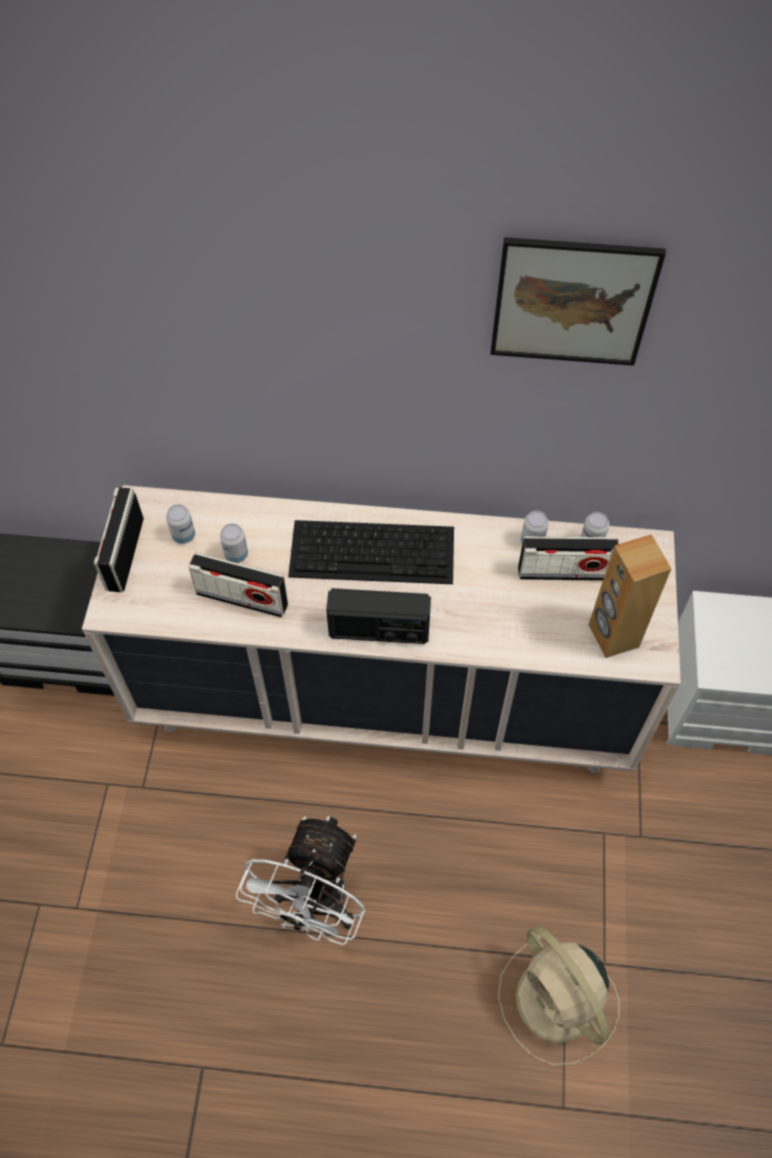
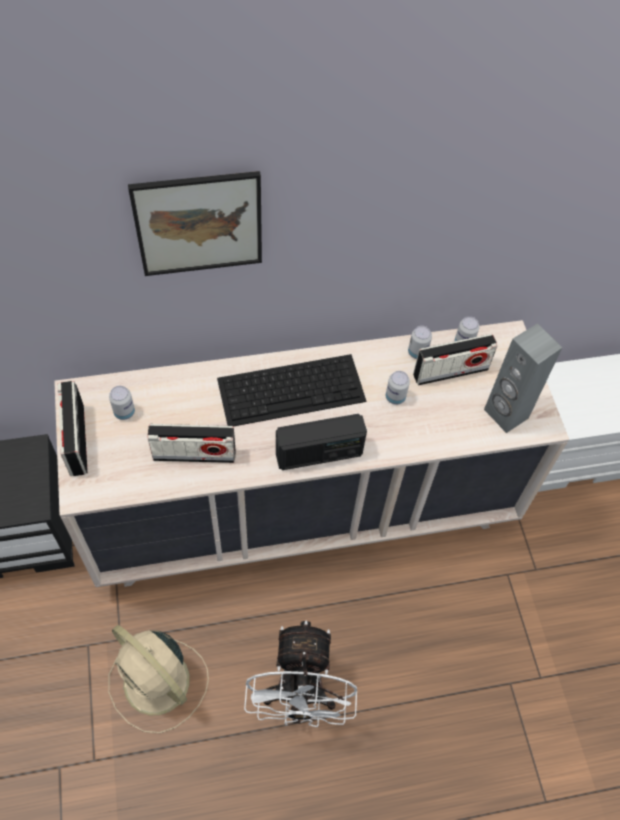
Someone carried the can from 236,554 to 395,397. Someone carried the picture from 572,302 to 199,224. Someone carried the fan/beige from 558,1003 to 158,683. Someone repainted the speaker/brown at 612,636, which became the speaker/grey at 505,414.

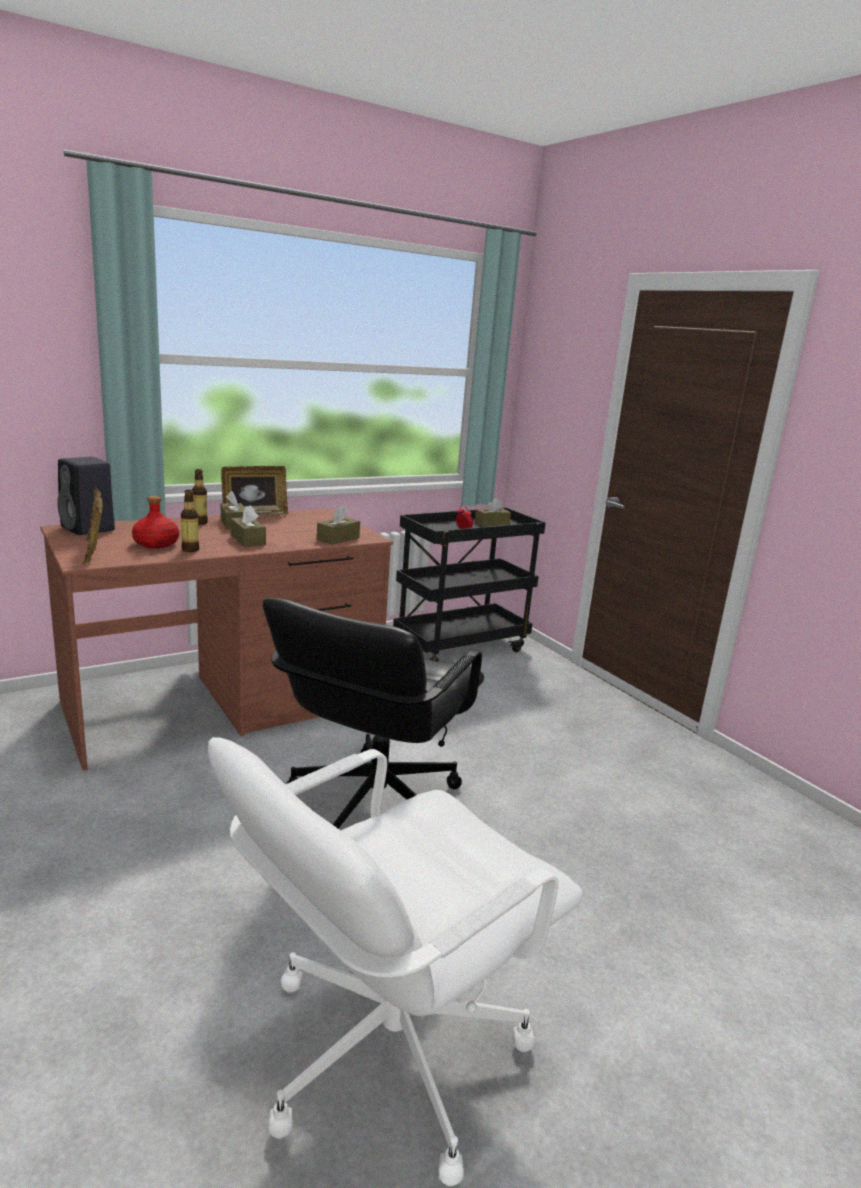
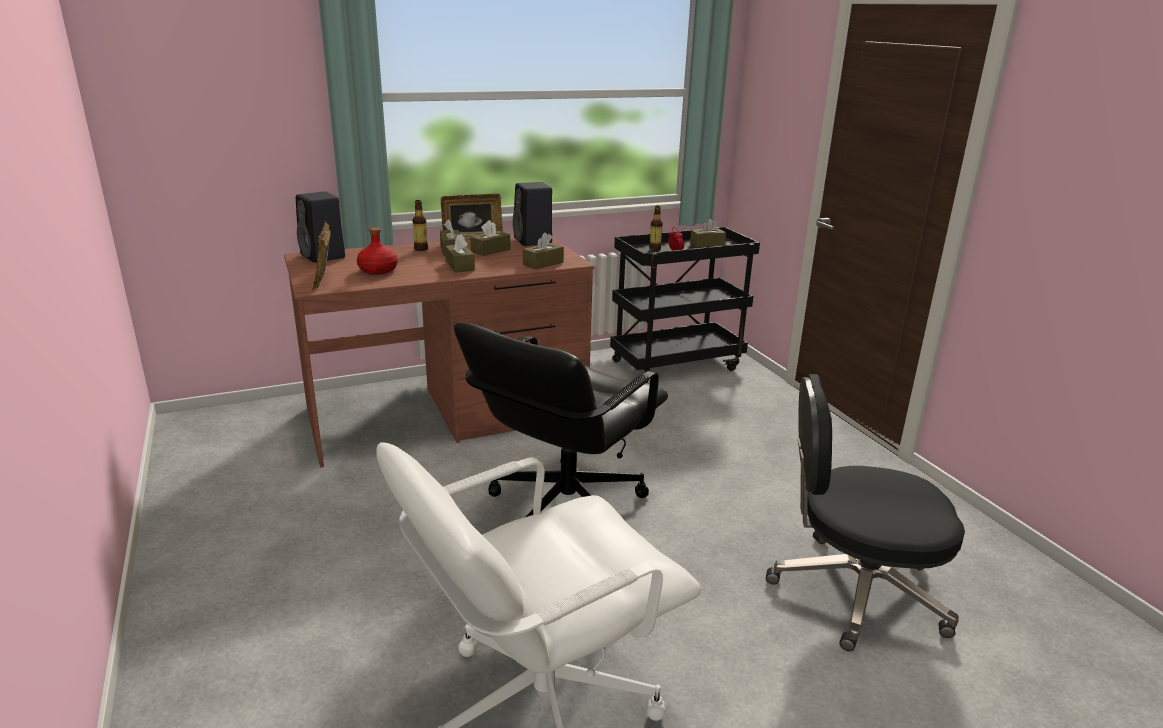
Someone carried the bottle from 190,550 to 655,249. Someone put down the tissue box/brown at 490,250. Someone put down the speaker/black at 533,241. Someone put down the office chair/black at 854,591.

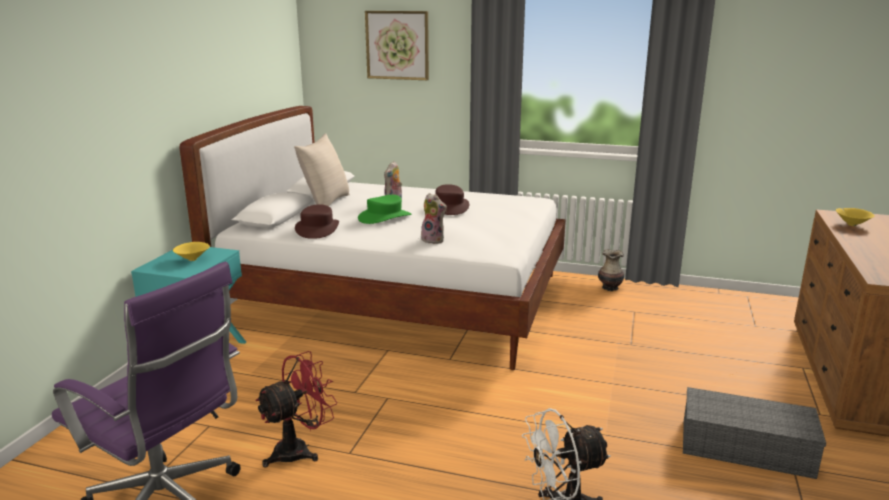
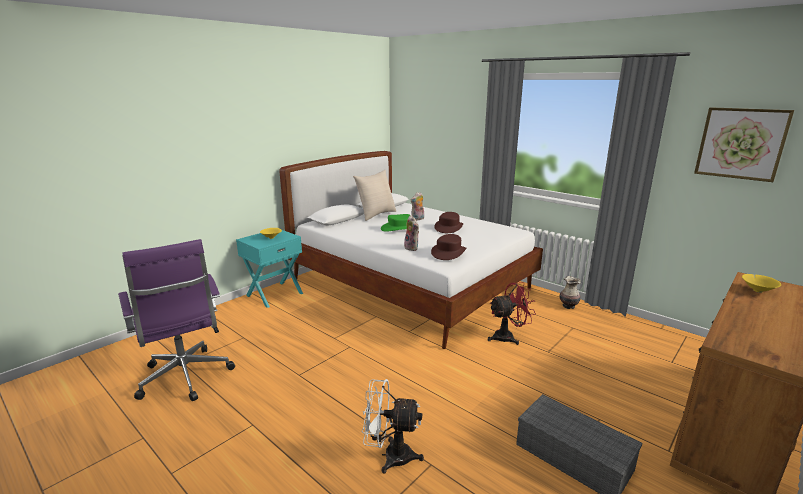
Someone carried the fan/red from 299,450 to 508,337. Someone carried the hat/brown from 317,229 to 448,252. Someone carried the picture from 397,45 to 741,143.

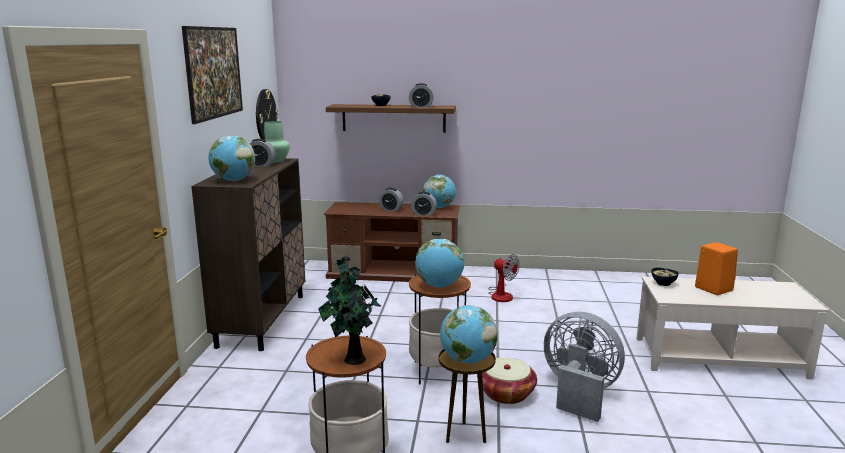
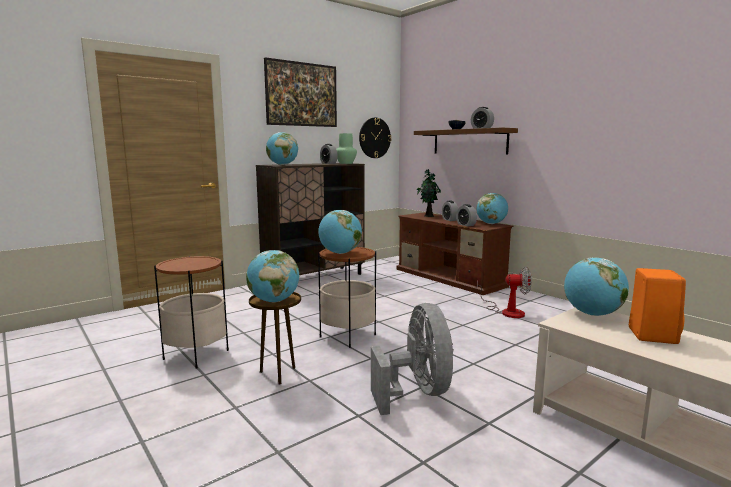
Someone carried the potted plant from 352,359 to 428,216. Someone took away the basket at 506,393. Someone rotated the fan at 501,294 by 75 degrees counterclockwise. Someone swapped the bowl at 663,283 for the globe at 592,314.

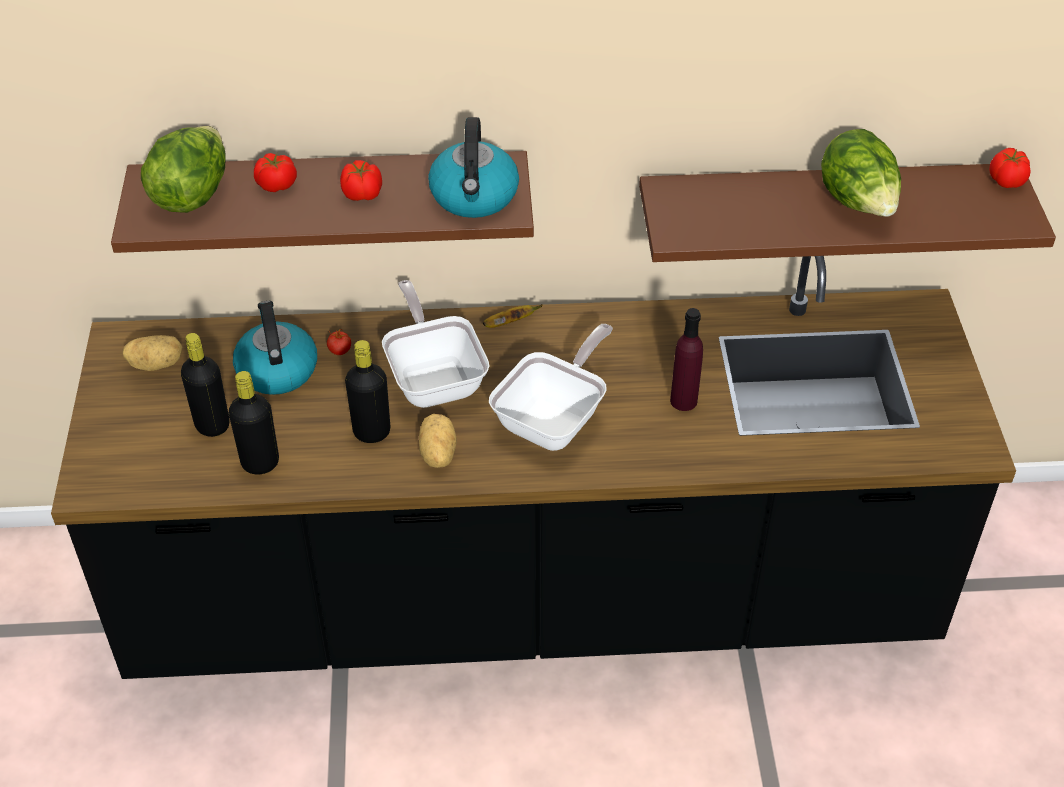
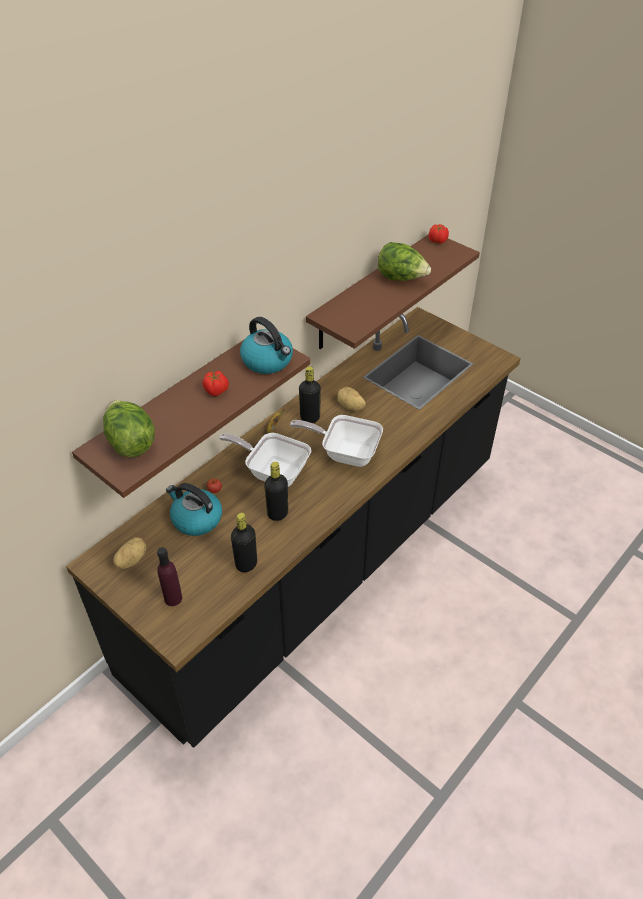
Someone carried the bottle/black from 212,425 to 310,418. Someone took away the tomato at 277,186. Someone carried the potato from 436,454 to 350,407. Someone rotated the frying pan at 555,419 by 60 degrees counterclockwise. Someone carried the bottle/purple from 683,401 to 173,598.

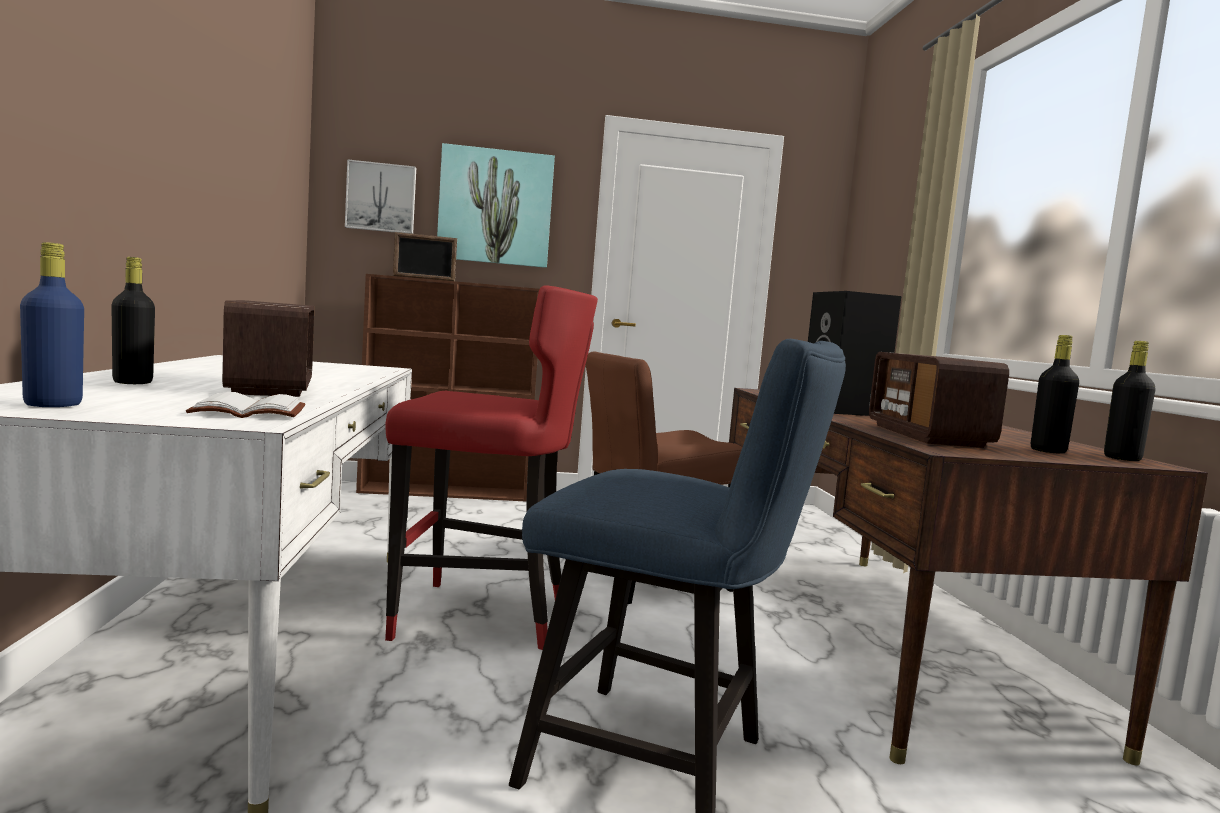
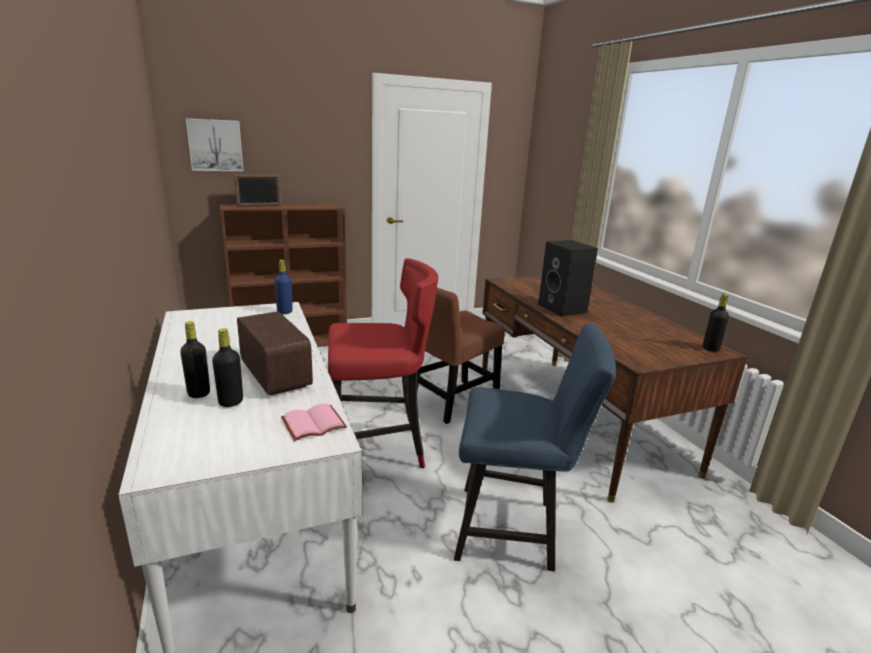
Someone carried the bottle/blue from 53,405 to 285,312. Someone repainted the book/white at 247,412, which became the book/pink at 313,425. Someone took away the picture at 495,207. Someone took away the radio at 927,435. Someone carried the bottle/black from 1048,451 to 231,402.

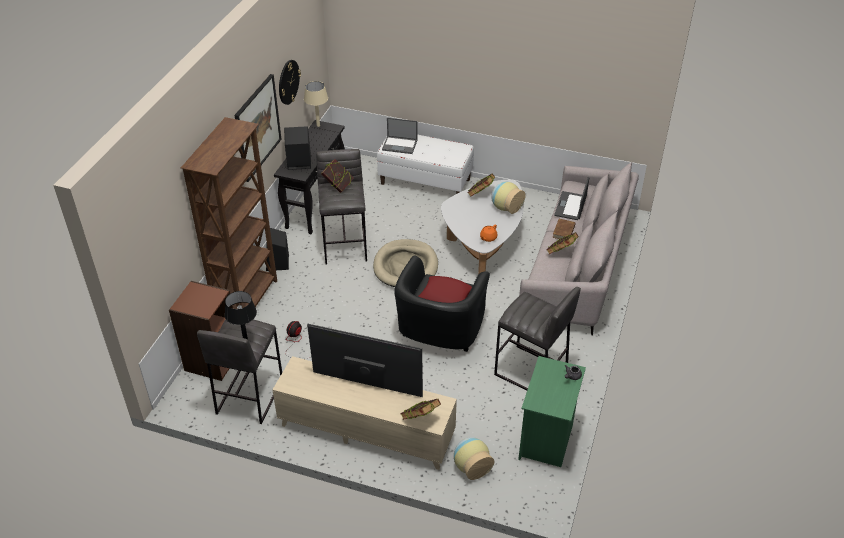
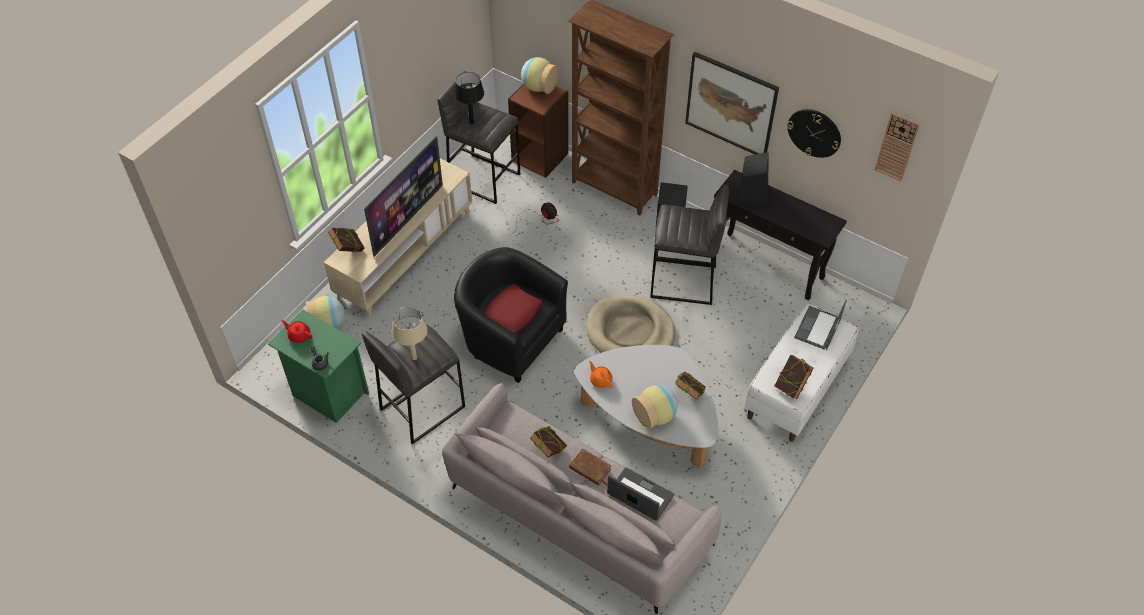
Someone carried the table lamp/beige from 318,125 to 414,358. Someone carried the book from 338,186 to 791,386. Someone put down the teapot/red at 299,335. Someone put down the vase at 538,87. Someone put up the wall clock at 897,146.

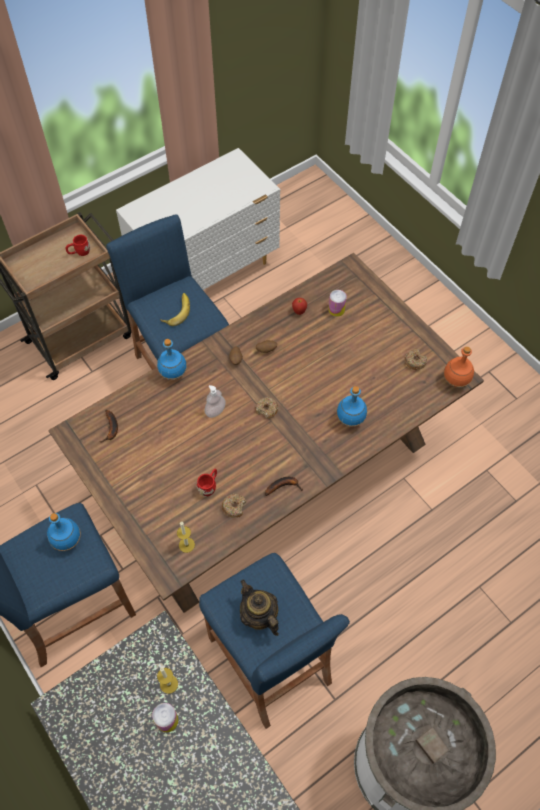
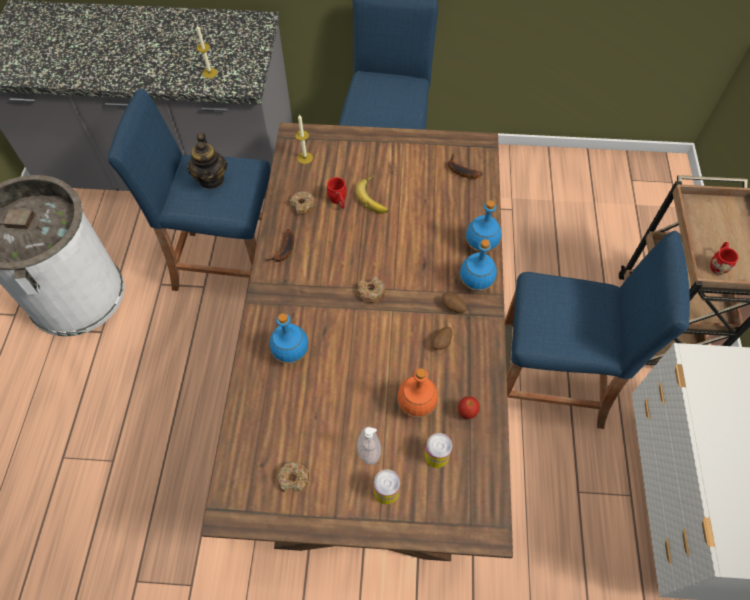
Someone carried the bottle/blue from 67,540 to 476,284. Someone carried the can from 167,720 to 386,491. Someone carried the banana from 176,311 to 375,197. Someone carried the soap dispenser from 215,411 to 369,451. Someone rotated the teapot at 259,616 by 75 degrees clockwise. Someone carried the bottle/orange from 456,381 to 416,406.

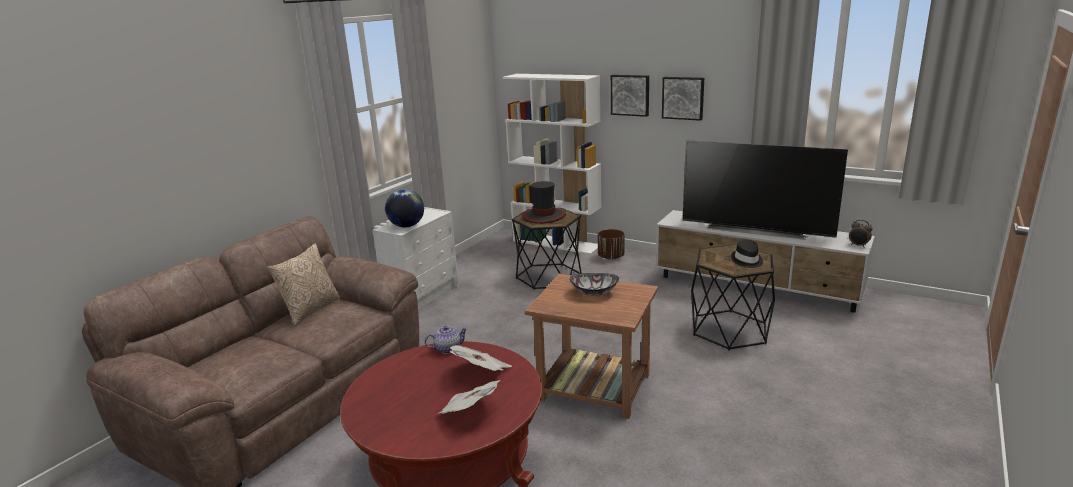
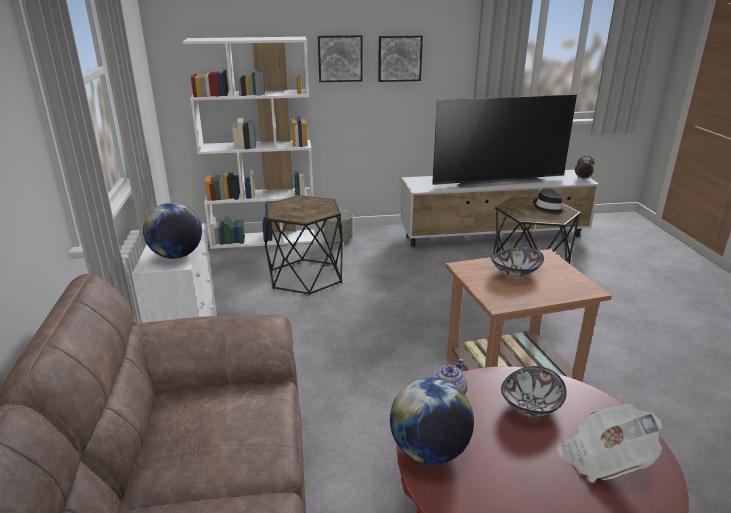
Someone took away the pillow at 310,310. Someone swapped the newspaper at 482,372 for the bowl at 530,405. Someone took away the hat at 544,216. Someone repainted the planter/brown at 611,257, which became the planter/grey at 338,240. Someone put down the globe at 429,451.

